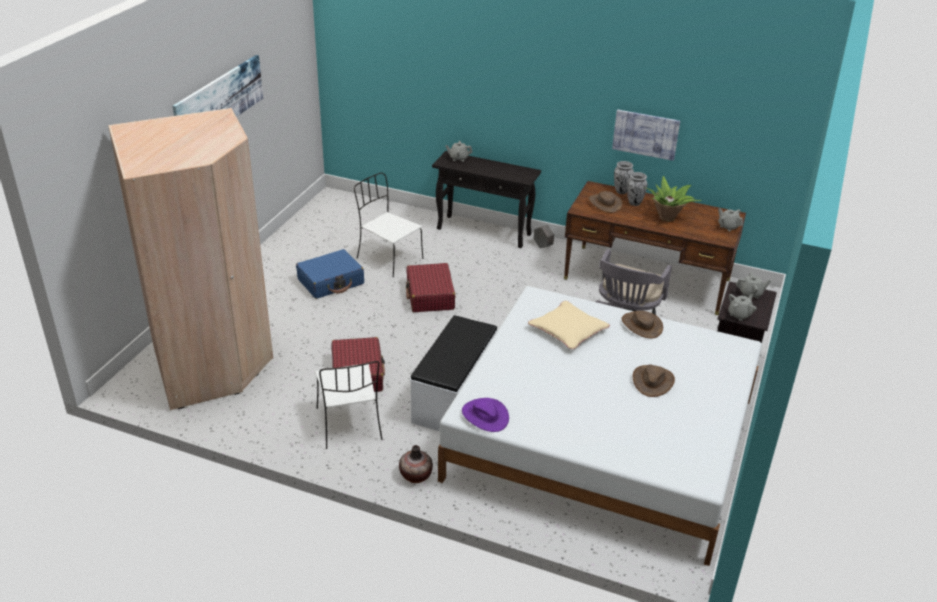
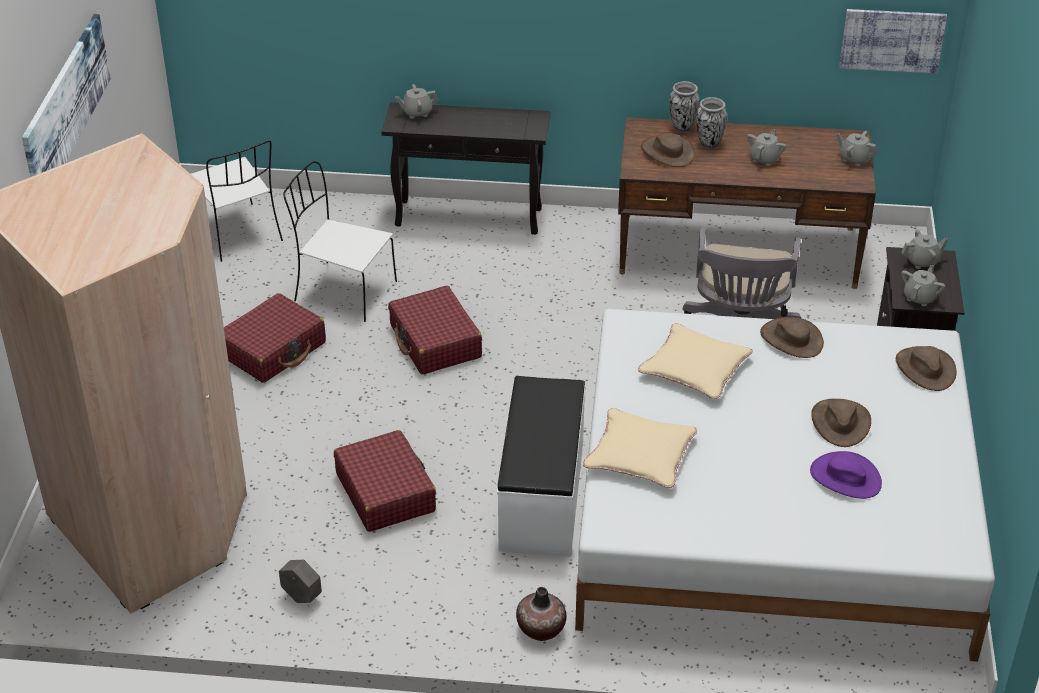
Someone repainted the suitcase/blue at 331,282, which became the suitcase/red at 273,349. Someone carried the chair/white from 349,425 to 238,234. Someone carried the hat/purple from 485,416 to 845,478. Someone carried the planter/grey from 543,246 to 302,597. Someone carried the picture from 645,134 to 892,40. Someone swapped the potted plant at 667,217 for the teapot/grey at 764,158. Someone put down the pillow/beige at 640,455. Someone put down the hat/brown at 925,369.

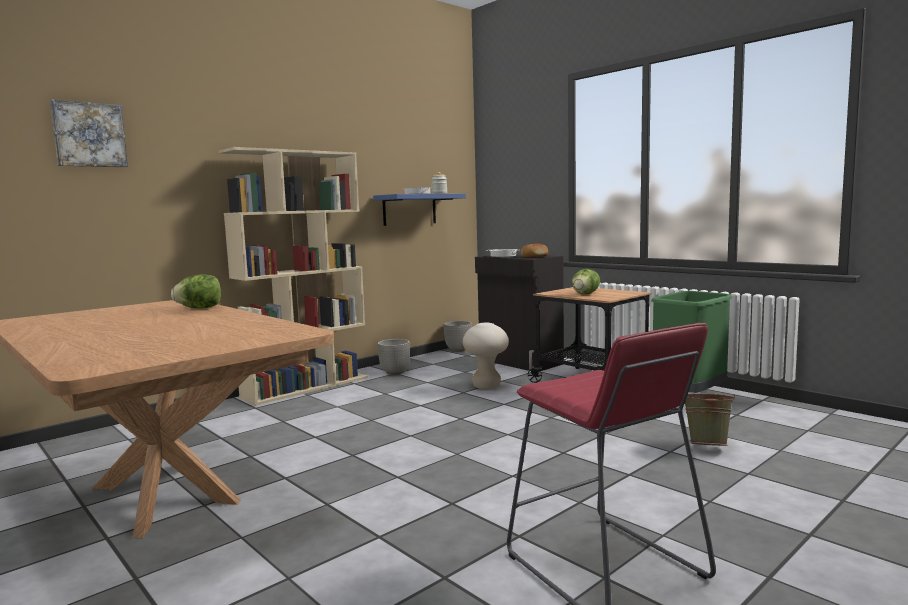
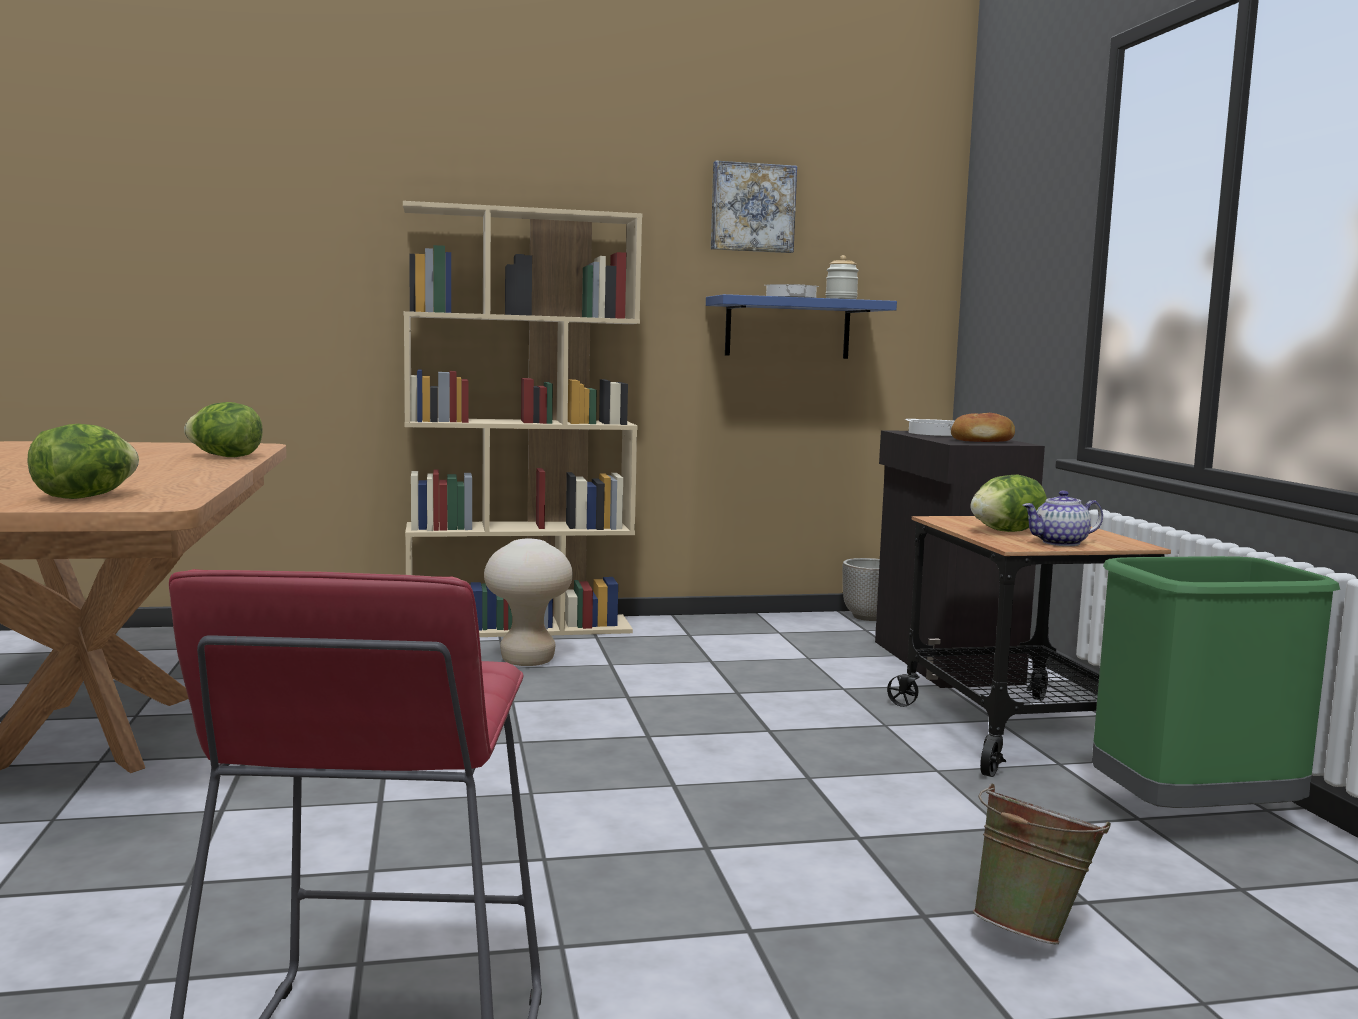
Someone carried the picture from 89,135 to 752,208. Someone took away the planter at 395,372. Someone carried the stool/beige from 486,386 to 527,661. Someone put down the lettuce at 85,497. Someone put down the teapot at 1060,543.

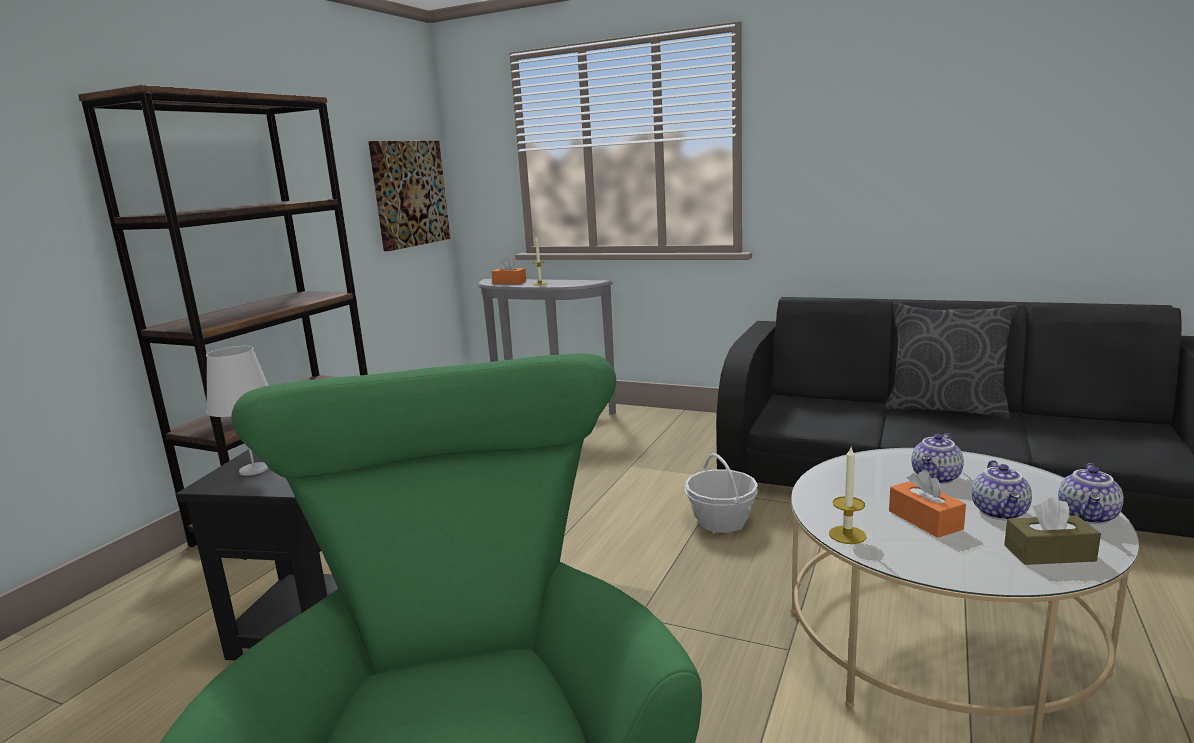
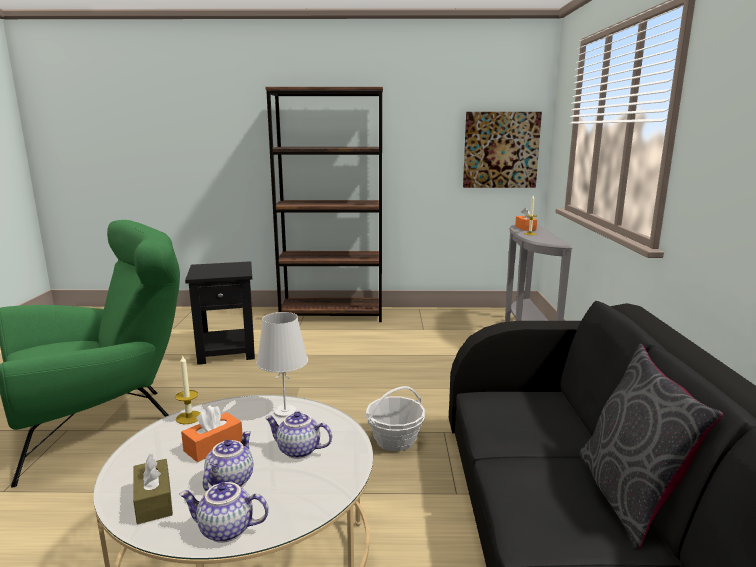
Someone carried the table lamp/white from 254,469 to 285,411. Someone rotated the teapot at 1001,512 by 120 degrees clockwise.

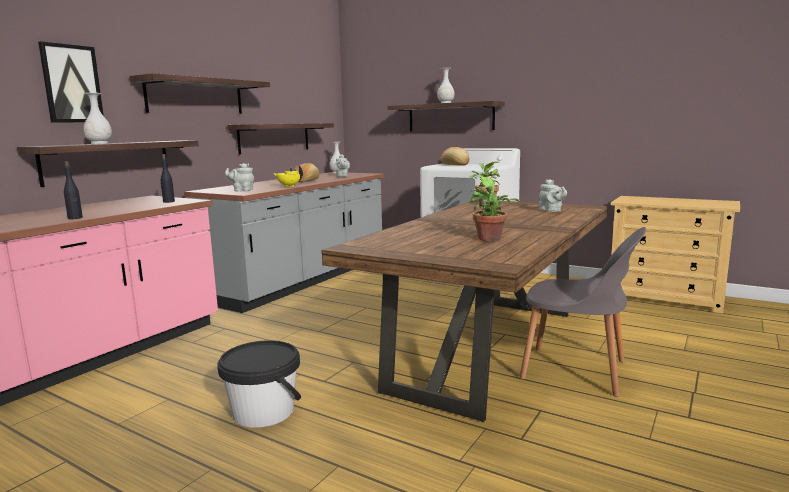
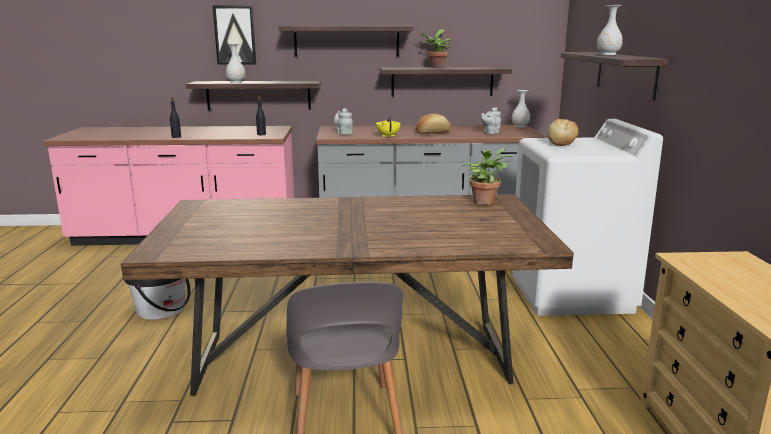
Someone carried the potted plant from 490,239 to 436,67. Someone took away the teapot/grey at 551,211.

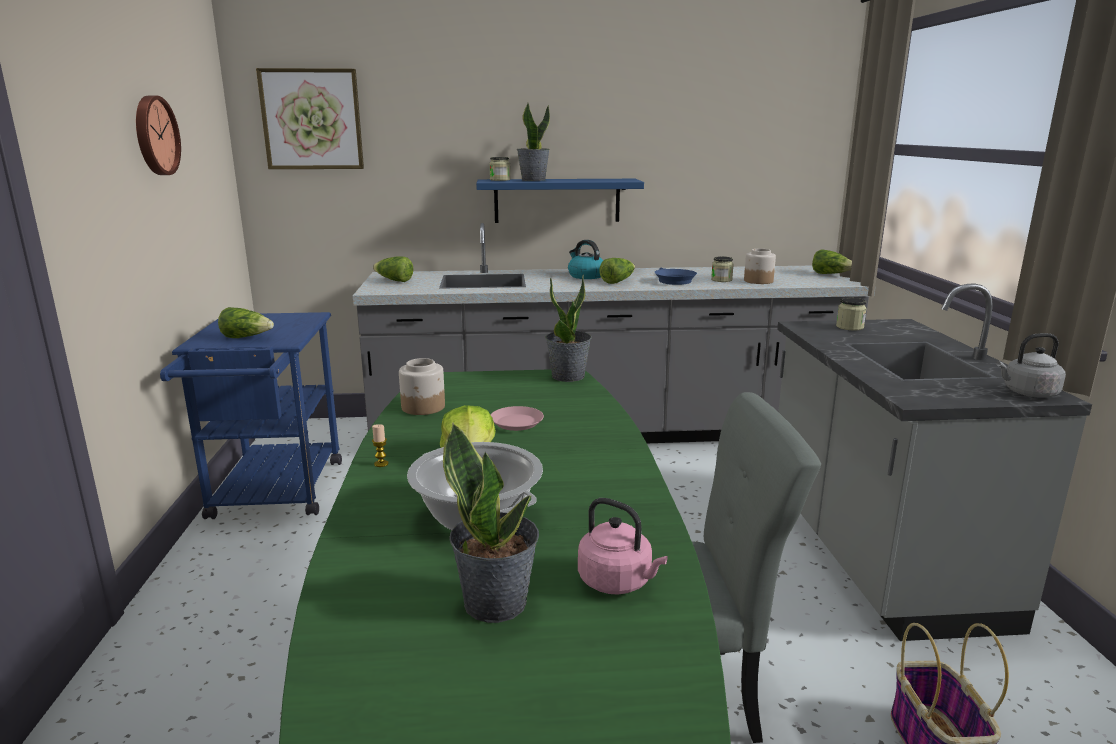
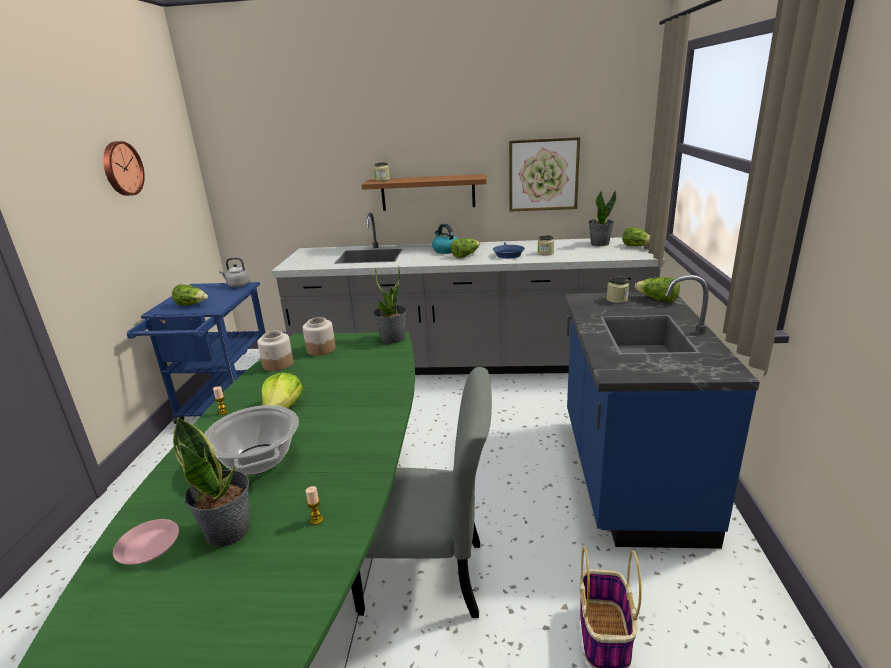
Someone carried the picture from 312,119 to 543,175. Someone carried the lettuce from 394,280 to 657,300. Someone repainted the shelf/blue at 557,200, which became the shelf/brown at 428,192. Someone carried the plate/pink from 516,423 to 148,546. Someone carried the potted plant from 533,180 to 599,244. Someone swapped the kettle/pink at 618,582 for the candle at 316,520. Someone carried the jar from 758,281 to 321,349. Someone repainted the counter/grey at 876,555, which became the counter/blue at 628,474. Someone carried the kettle/grey from 1027,393 to 237,285.

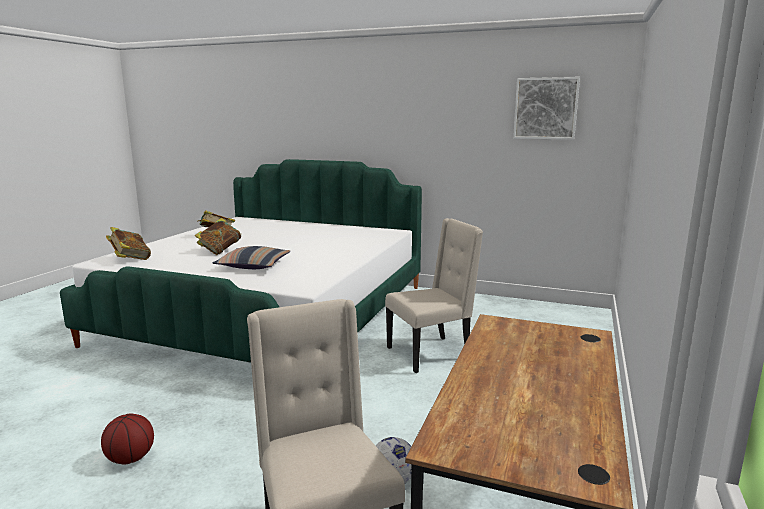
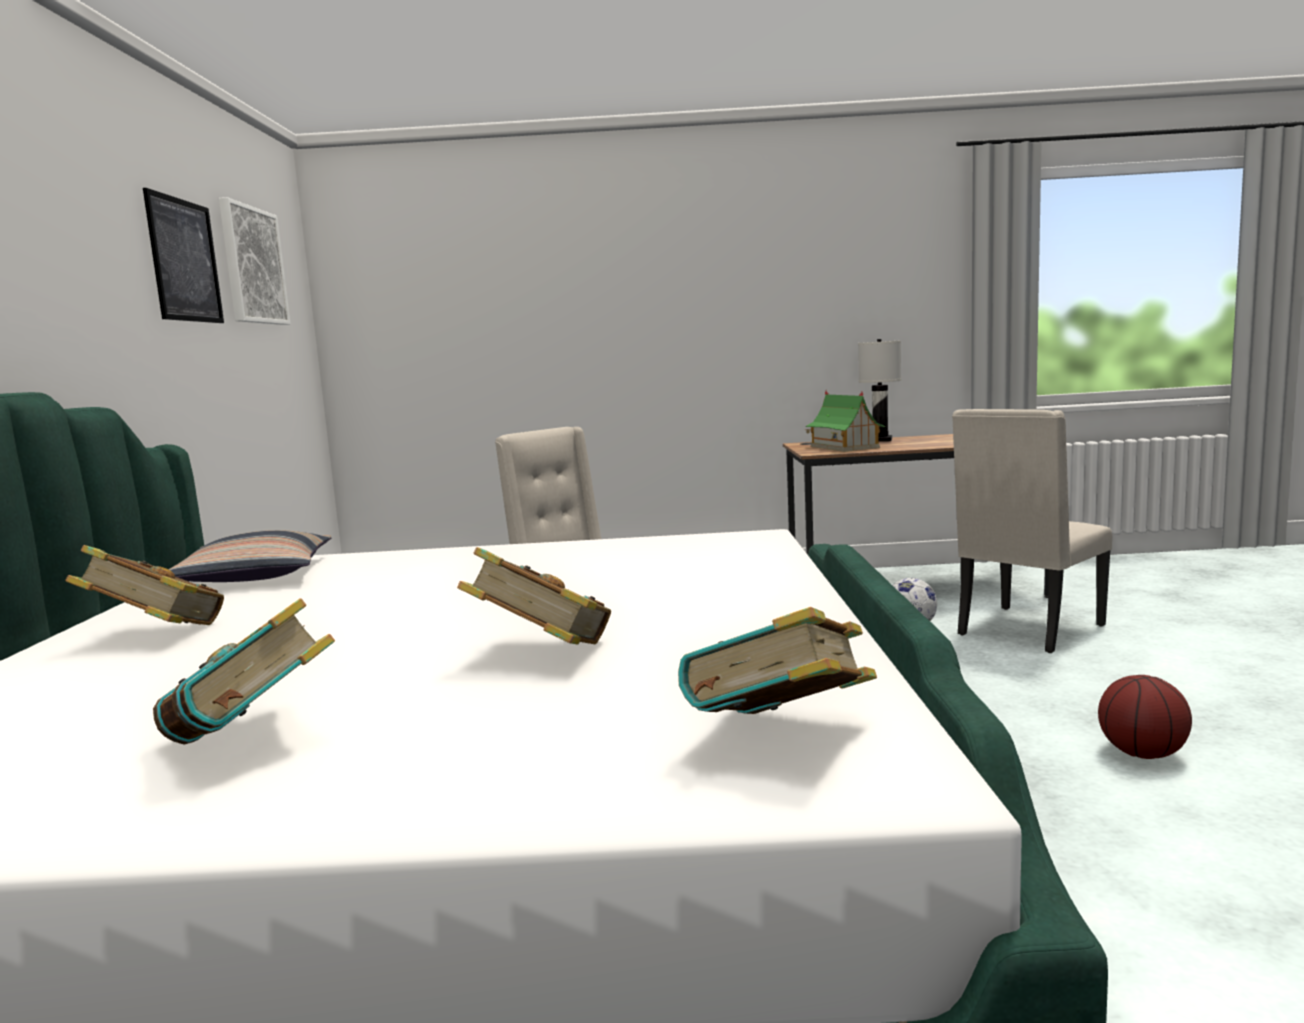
Someone carried the pillow from 253,265 to 254,576. Someone put down the book at 156,635. Someone put up the picture at 184,260. Someone put down the toy house at 844,447. Someone put down the table lamp/white at 880,440.

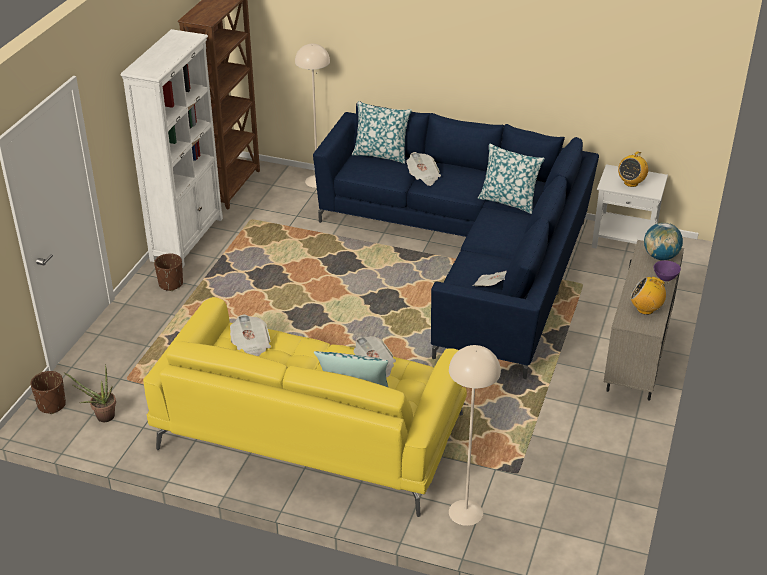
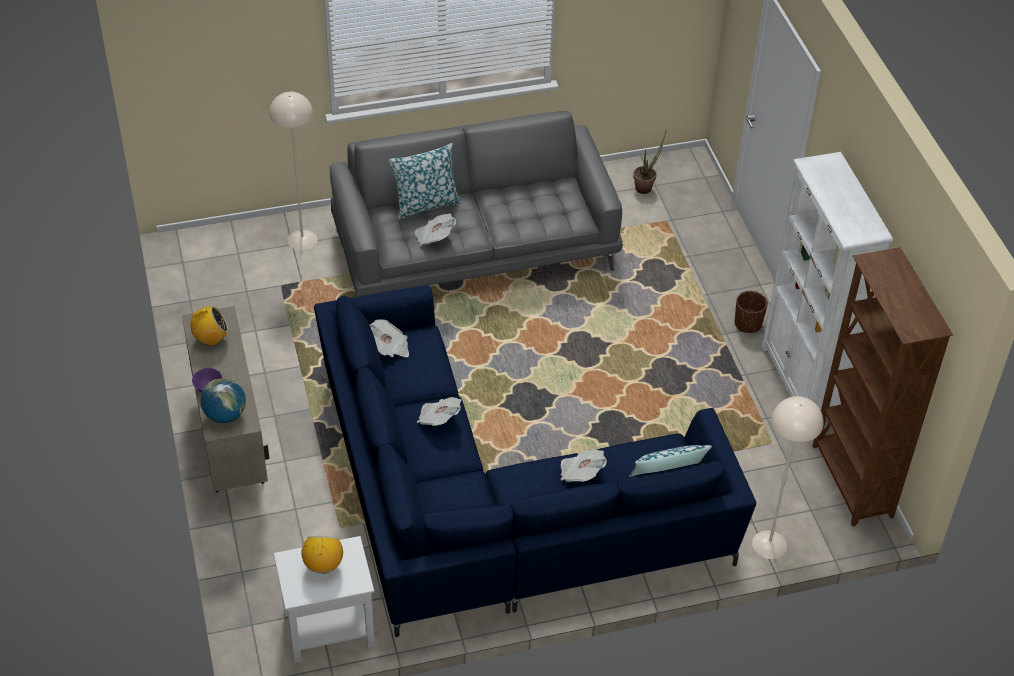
Someone took away the planter/brown at 51,405. Someone repainted the sofa/yellow at 309,431, which became the sofa/grey at 475,246. Someone carried the newspaper from 251,345 to 438,418. Someone took away the pillow at 508,201.

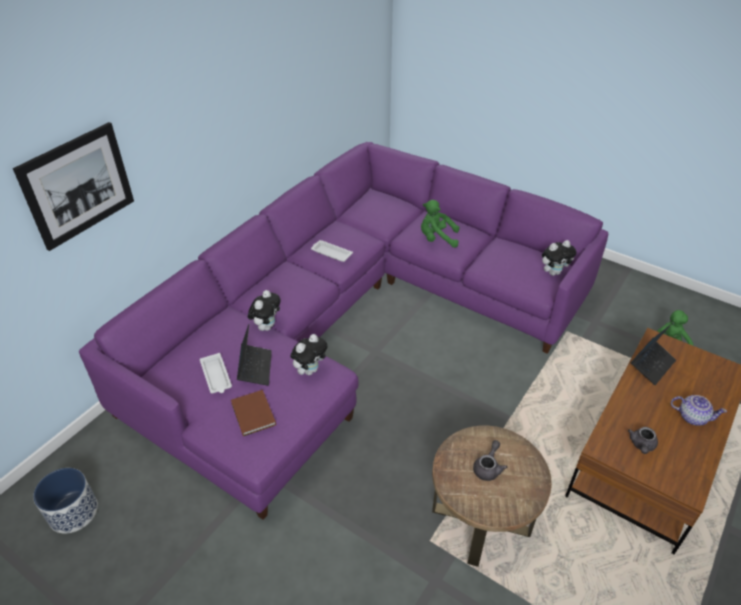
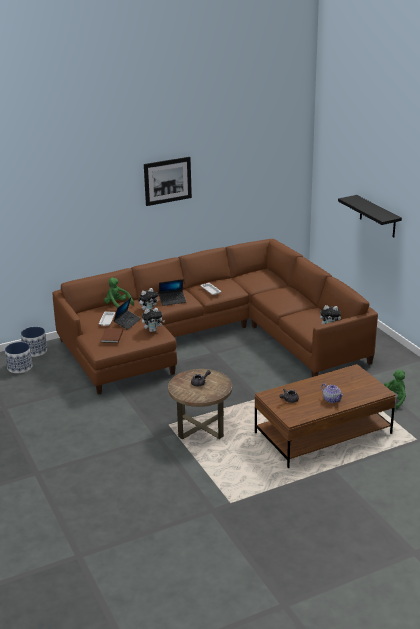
Someone carried the picture from 78,185 to 167,181. Someone repainted the sofa/purple at 350,323, which became the sofa/brown at 212,338. Someone carried the plush toy/green from 437,238 to 117,305. Someone carried the laptop from 651,365 to 172,300. Someone put down the planter at 35,351. Someone put up the shelf/black at 377,216.

